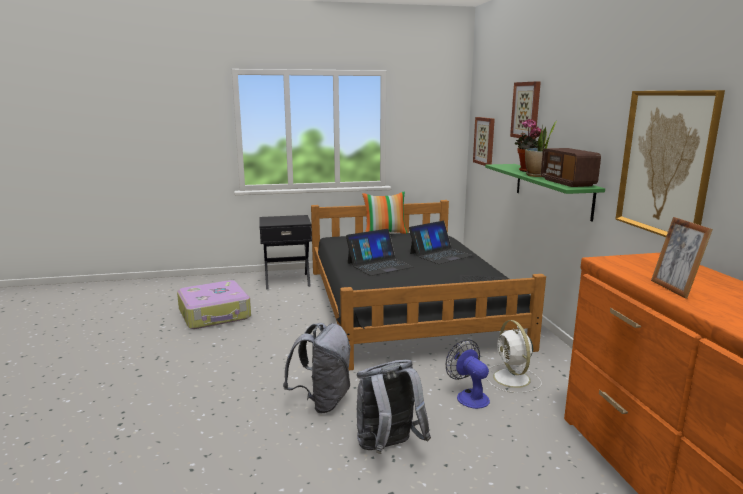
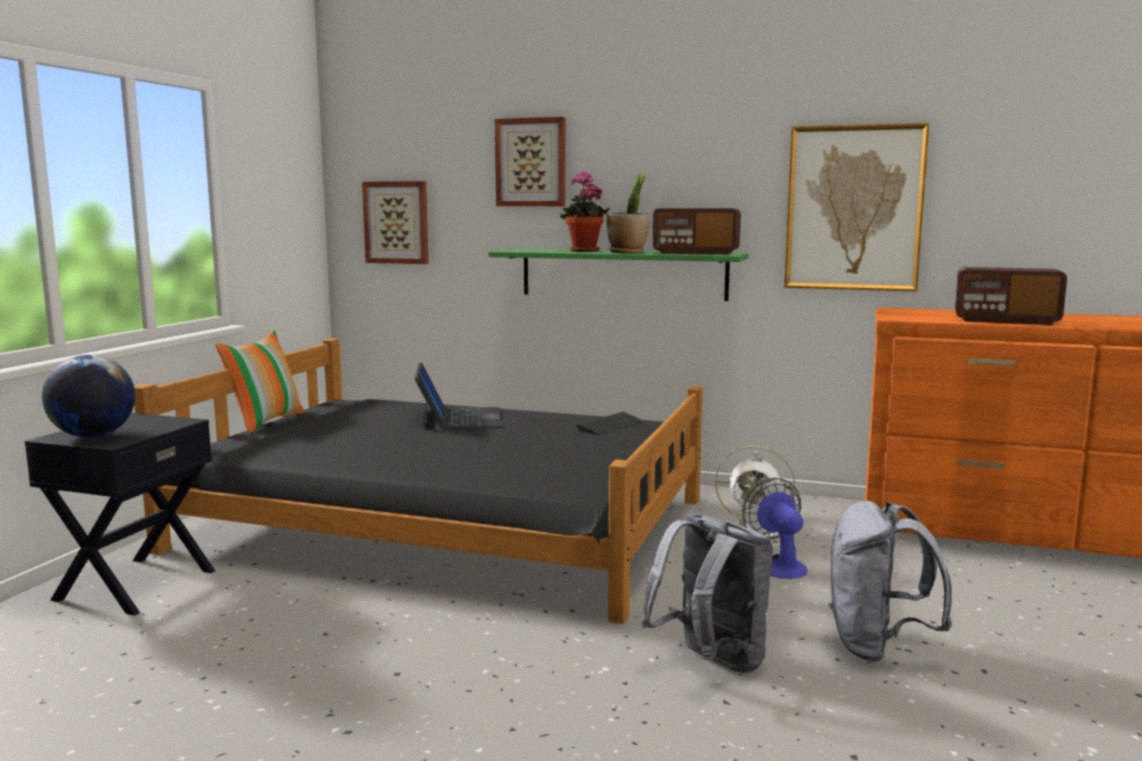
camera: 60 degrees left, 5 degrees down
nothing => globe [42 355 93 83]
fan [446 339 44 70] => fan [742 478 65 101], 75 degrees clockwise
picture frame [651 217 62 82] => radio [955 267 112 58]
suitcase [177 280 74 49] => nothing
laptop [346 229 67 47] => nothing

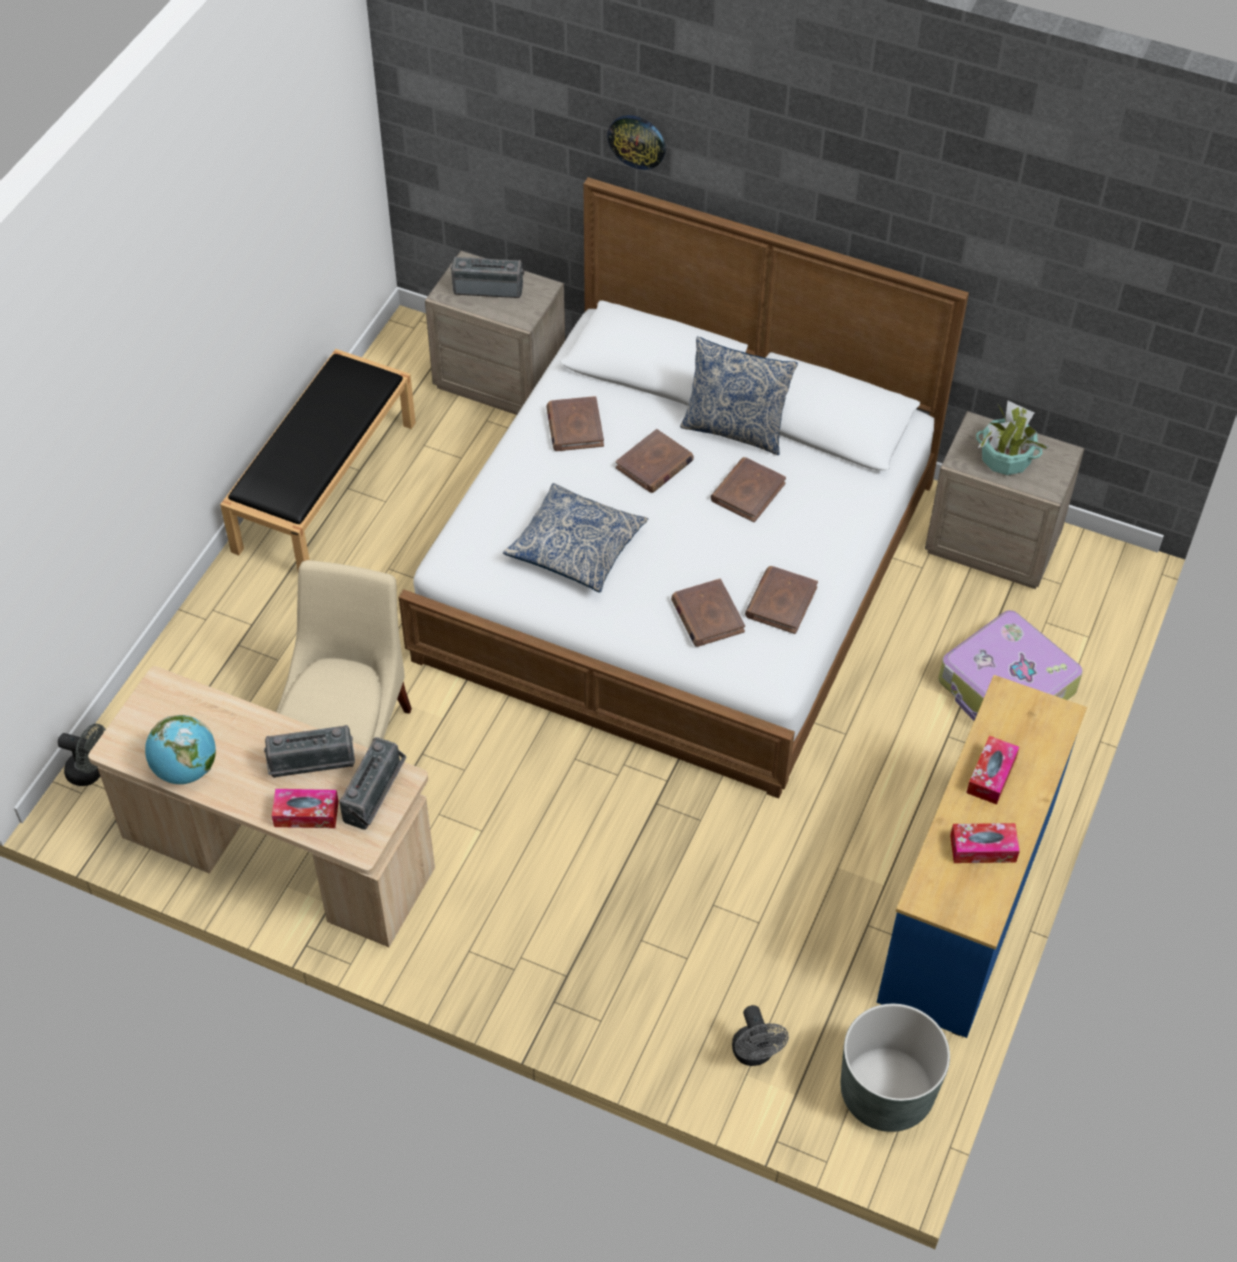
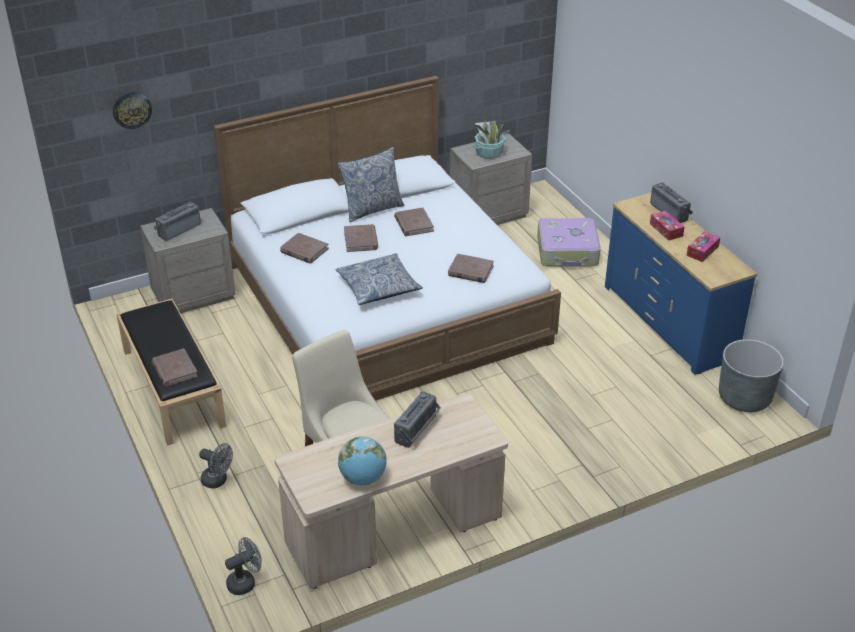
camera: 50 degrees left, 15 degrees down
wall clock [607 115 59 55] => wall clock [113 92 39 37], move
brown book [745 566 73 68] => brown book [152 348 46 39], move
grey fan [732 1005 57 61] => grey fan [199 443 34 45], move
radio [339 737 68 93] => radio [650 182 43 41], move
tissue box [272 789 67 39] => nothing

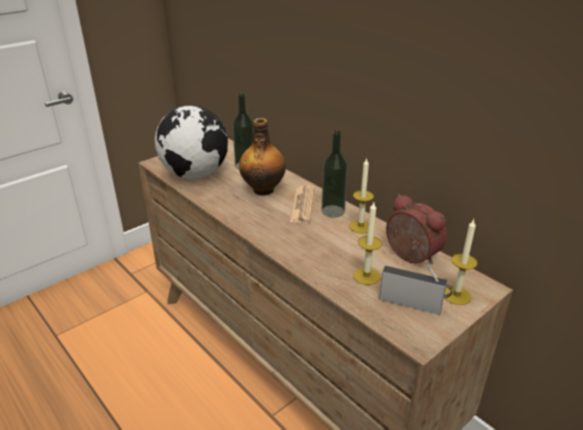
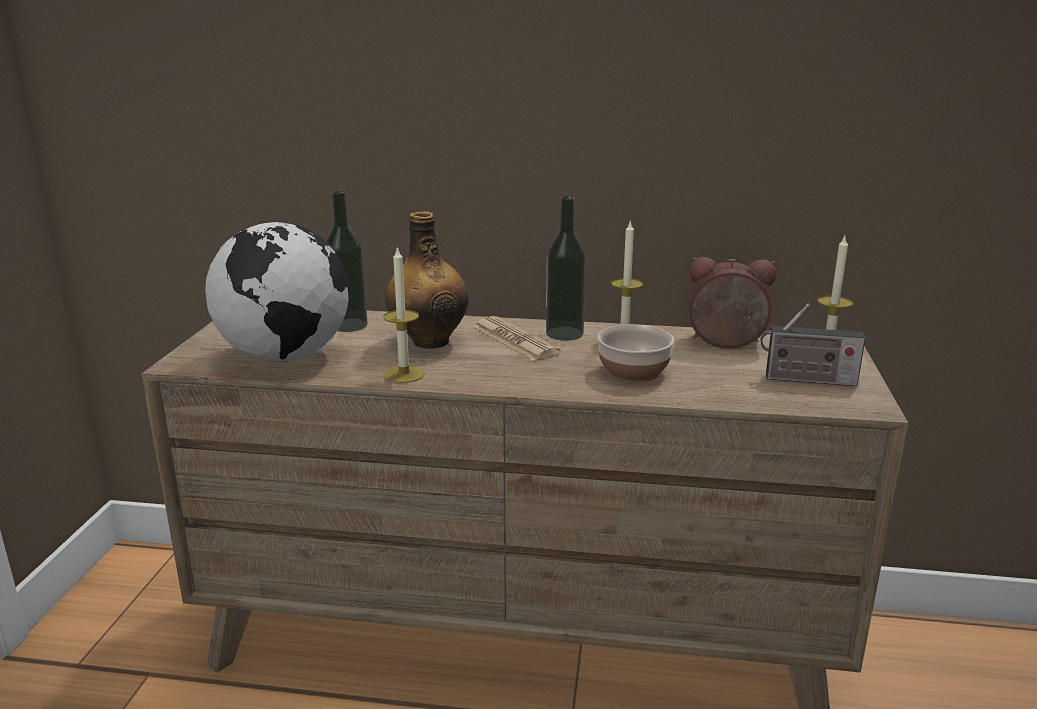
camera: 40 degrees left, 10 degrees down
candle [353 202 29 83] => candle [383 247 42 136], move
nothing => bowl [597 324 77 58]
radio [379 261 74 54] => radio [761 304 104 82], 150 degrees counterclockwise

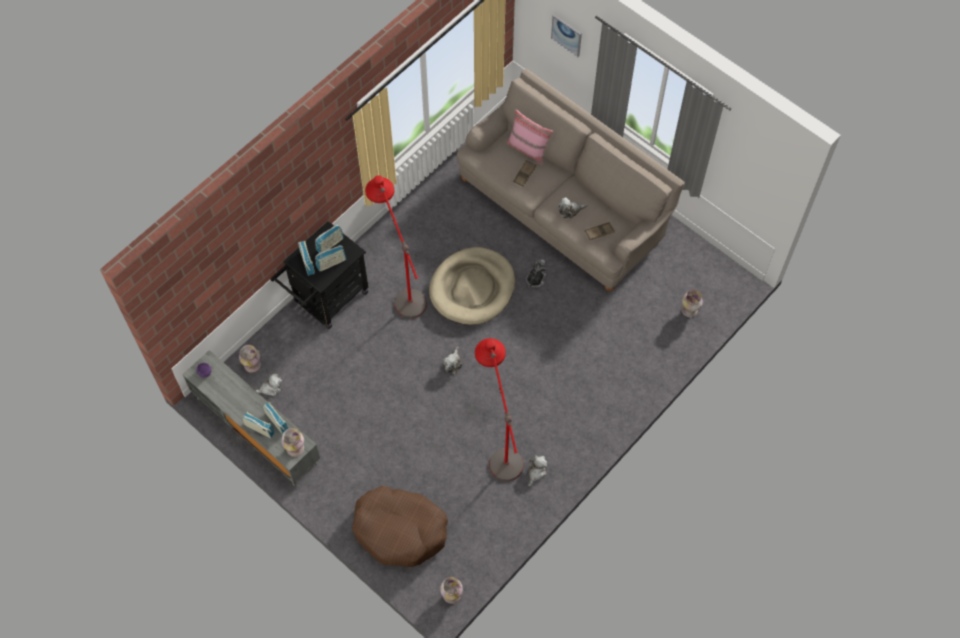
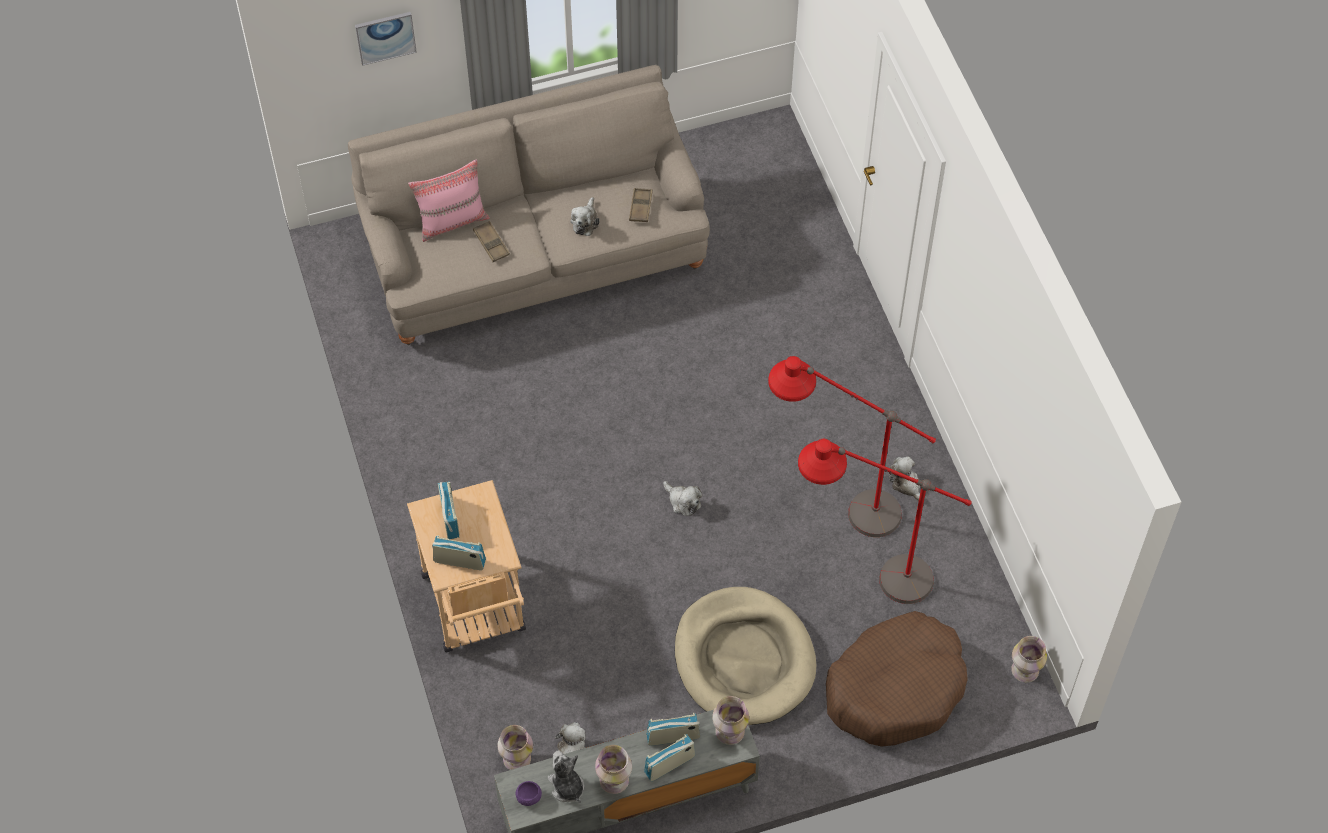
camera: 60 degrees left, 5 degrees down
black cart [270 221 98 108] => beige cart [407 480 119 172]
plush toy [526 260 20 27] => plush toy [548 751 36 52], move
vase [682 289 21 28] => vase [595 745 37 49], move
beige dog bed [429 247 86 78] => beige dog bed [675 587 141 138], move
red floor lamp [365 175 62 144] => red floor lamp [798 439 174 165], move
radio [315 245 32 26] => nothing

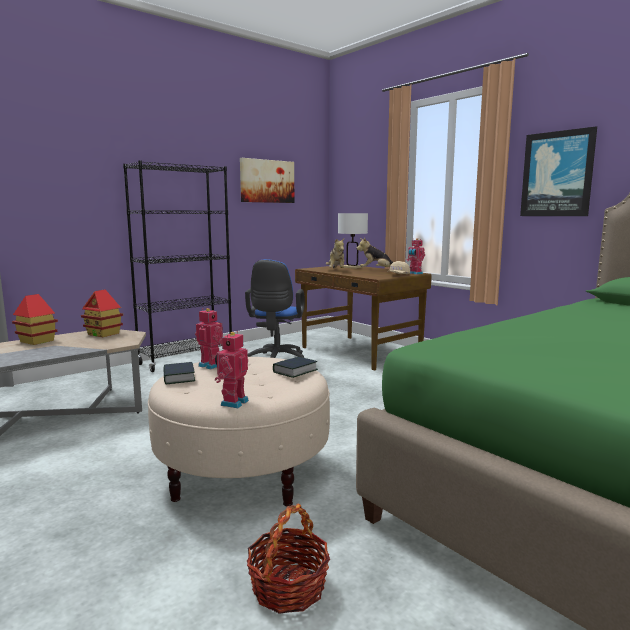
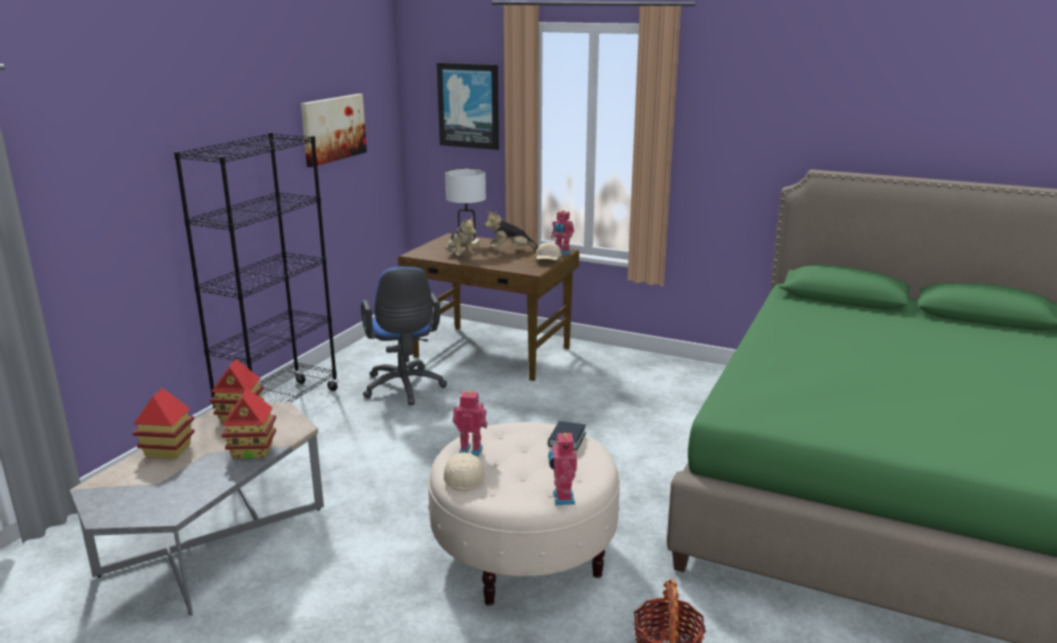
camera: 25 degrees left, 10 degrees up
nothing => toy house [221 388 55 71]
picture [520 126 77 90] => picture [437 63 62 87], move
book [163 362 32 22] => beige cap [444 452 41 39]

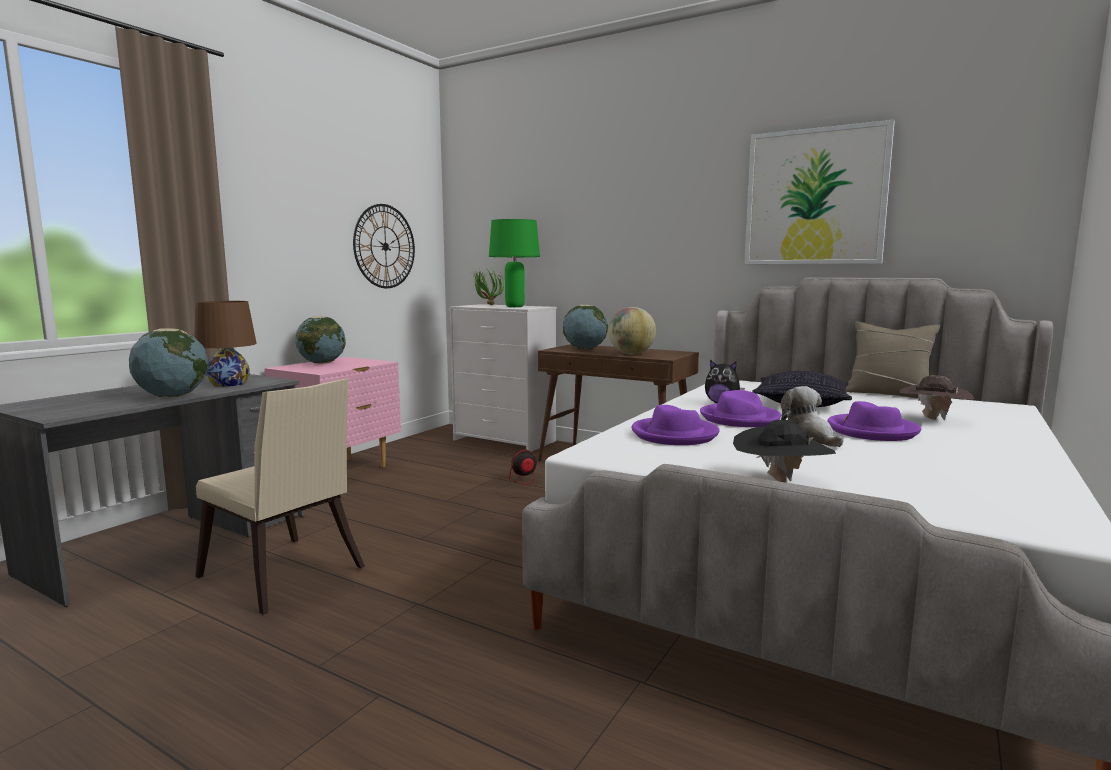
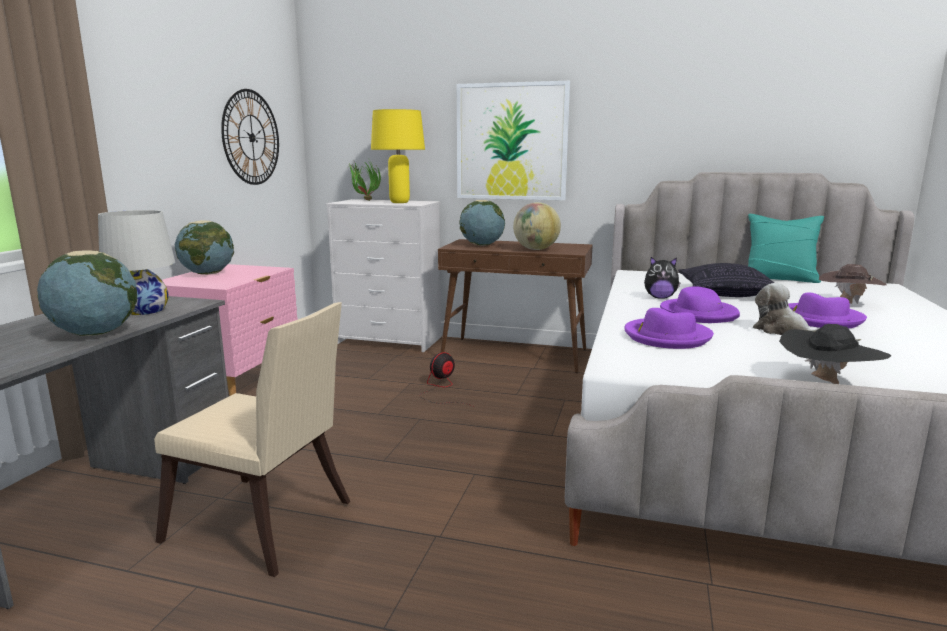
camera: 15 degrees left, 5 degrees up
brown table lamp [194 301 63 86] => white table lamp [98 210 77 105]
green table lamp [489 219 51 88] => yellow table lamp [371 109 54 94]
picture [744 120 151 144] => picture [457 81 113 119], move
beige pillow [845 322 95 76] => turquoise pillow [748 214 76 69]

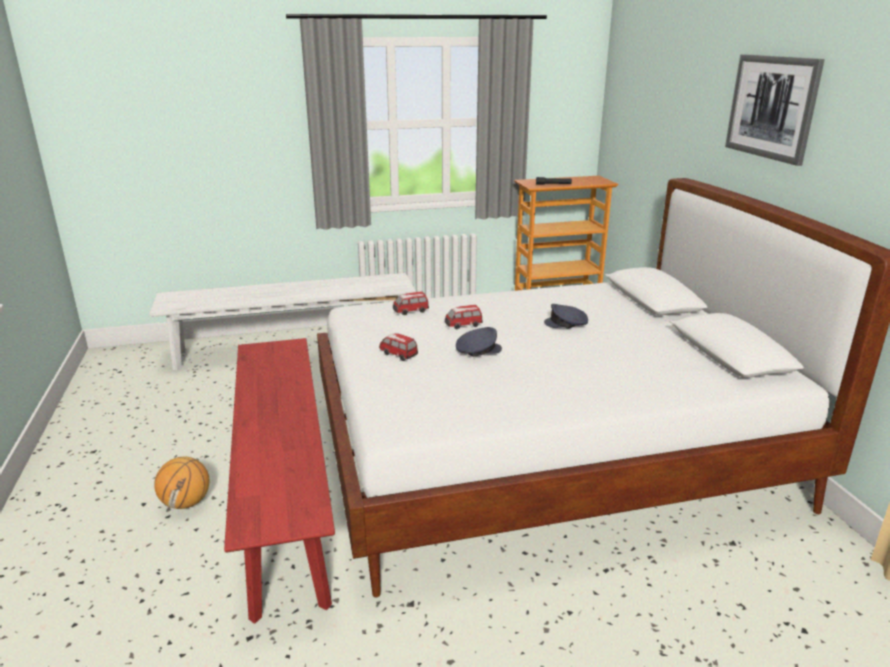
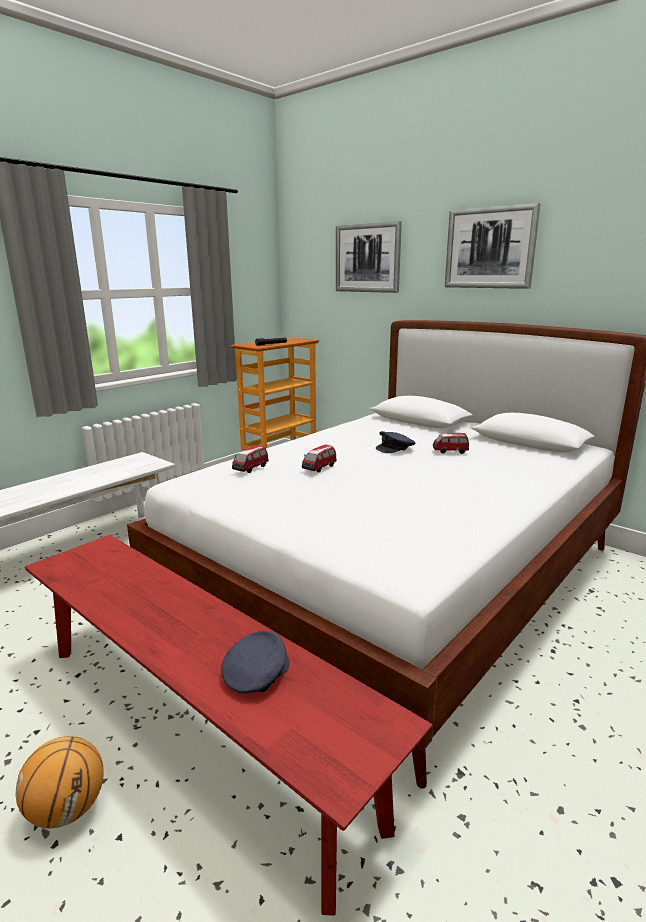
camera: 35 degrees left, 5 degrees down
grey cap [456 327 46 30] => grey cap [221 631 69 62], move
nothing => picture [336 221 66 72]
toy car [379 333 39 28] => toy car [433 433 36 21], move

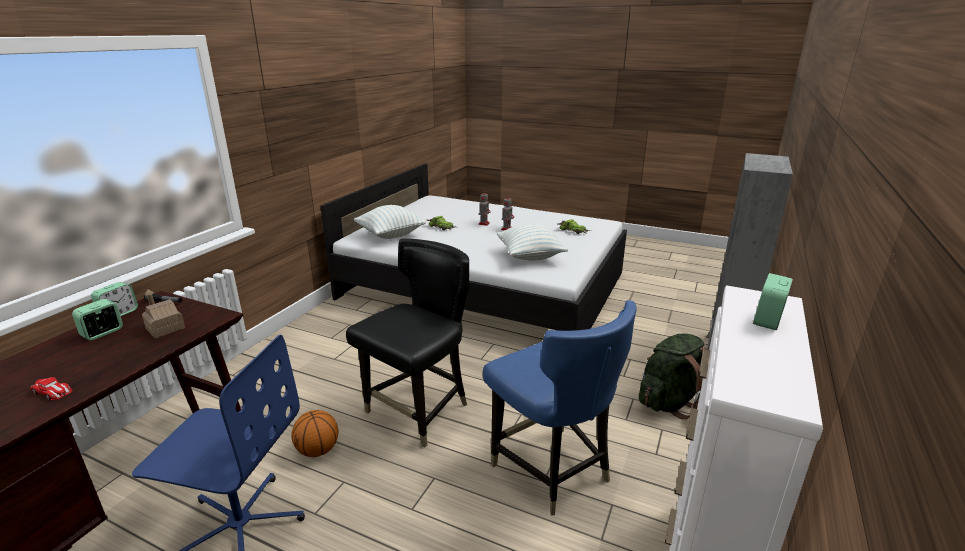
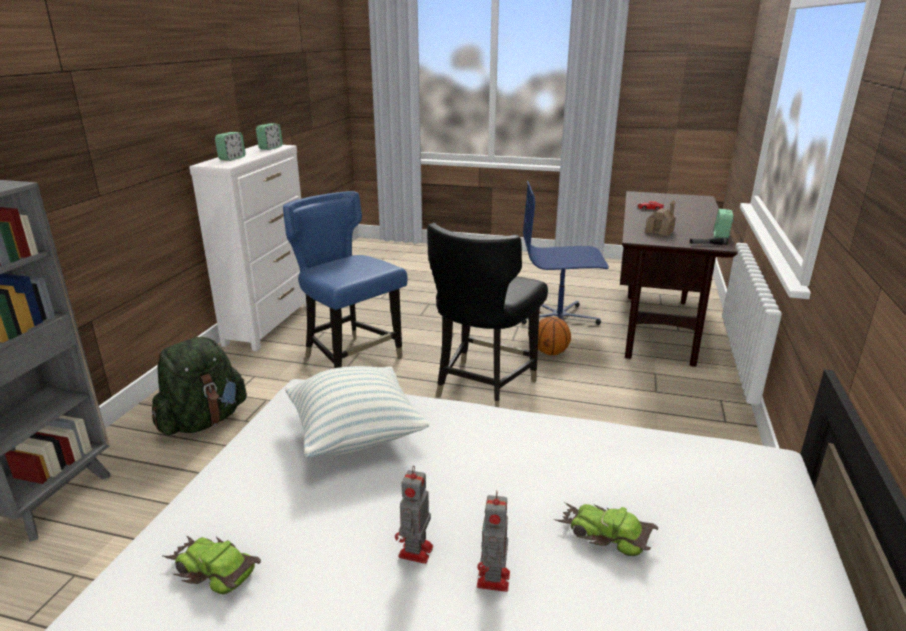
camera: 170 degrees right, 0 degrees up
alarm clock [72 299 51 42] => alarm clock [256 124 27 26], move
pillow [354 205 72 34] => nothing

